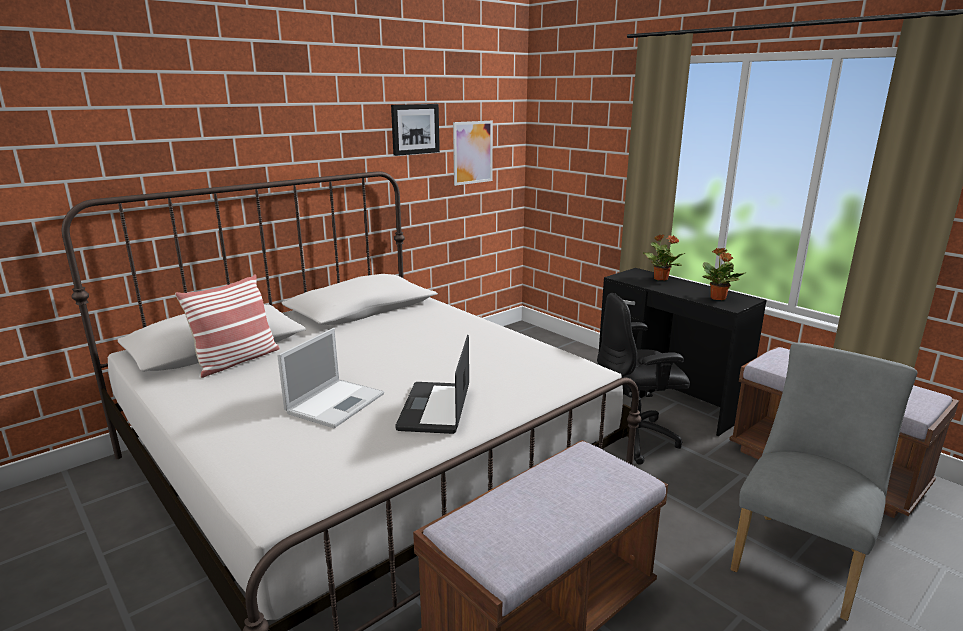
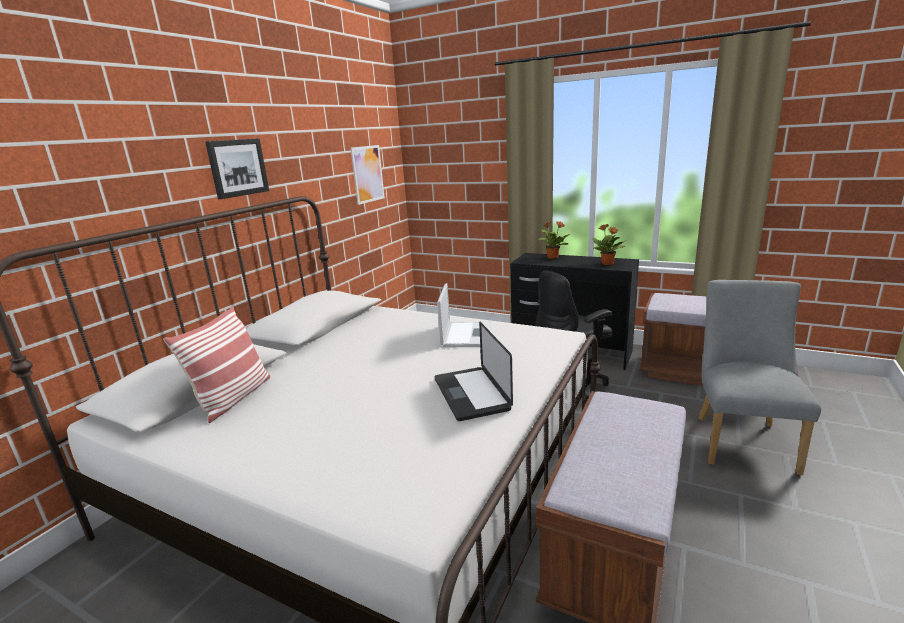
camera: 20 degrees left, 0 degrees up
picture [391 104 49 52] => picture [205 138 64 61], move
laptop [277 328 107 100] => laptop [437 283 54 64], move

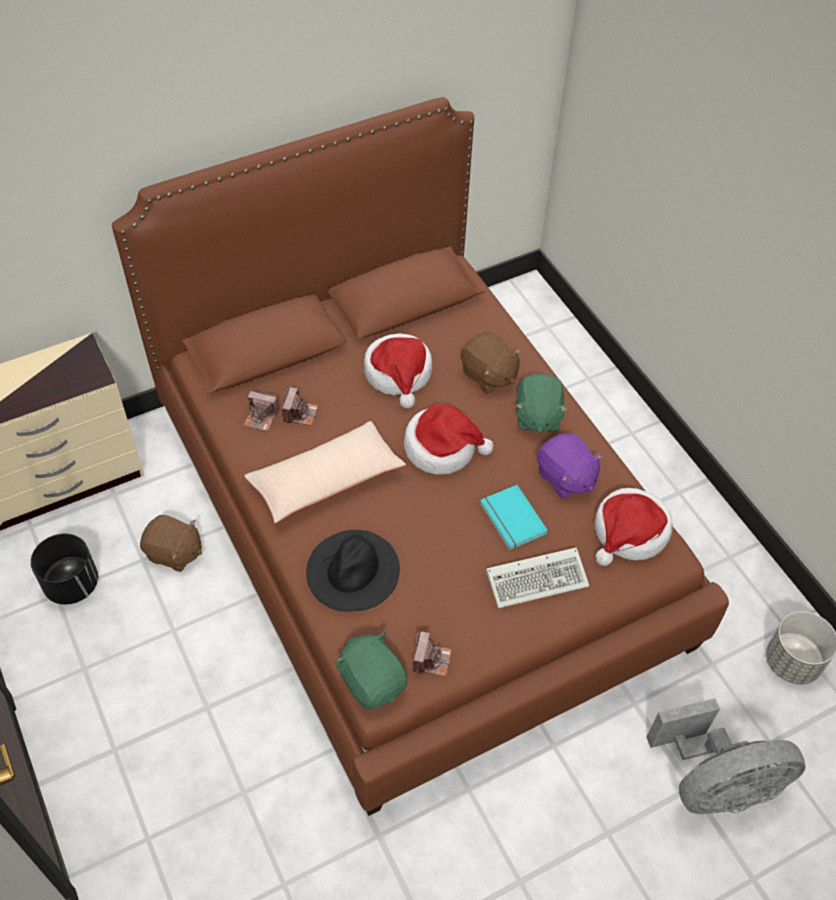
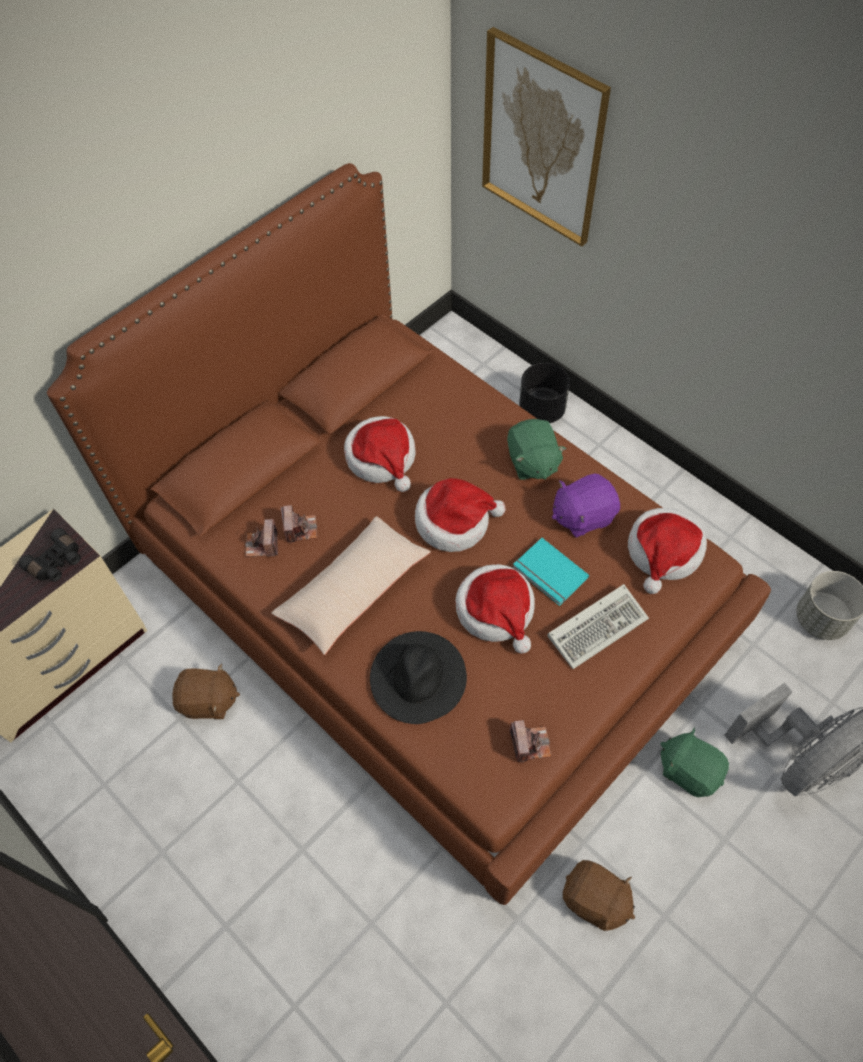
camera: 15 degrees left, 5 degrees up
nothing => black binoculars [19 528 62 54]
photo camera [243 391 36 40] => photo camera [245 519 33 38], 90 degrees clockwise
nothing => hat [455 564 80 90]
nothing => picture [482 27 129 220]
black planter [31 534 67 71] => black planter [519 363 51 60], move
purple plush toy [537 433 67 65] => purple plush toy [552 474 68 64], 120 degrees clockwise
brown plush toy [461 332 61 62] => brown plush toy [563 860 72 71], move
green plush toy [334 631 74 78] => green plush toy [661 727 68 70], move

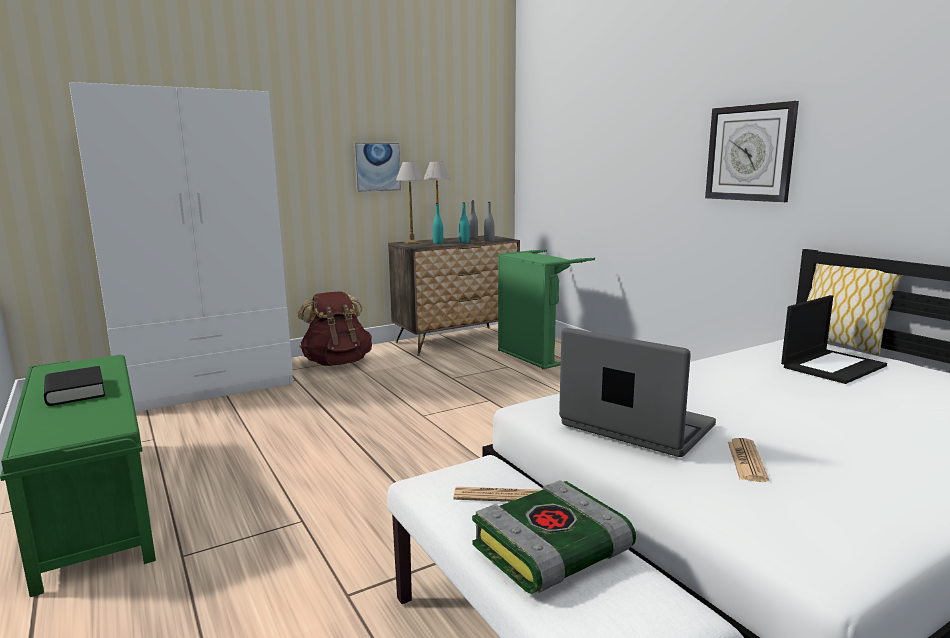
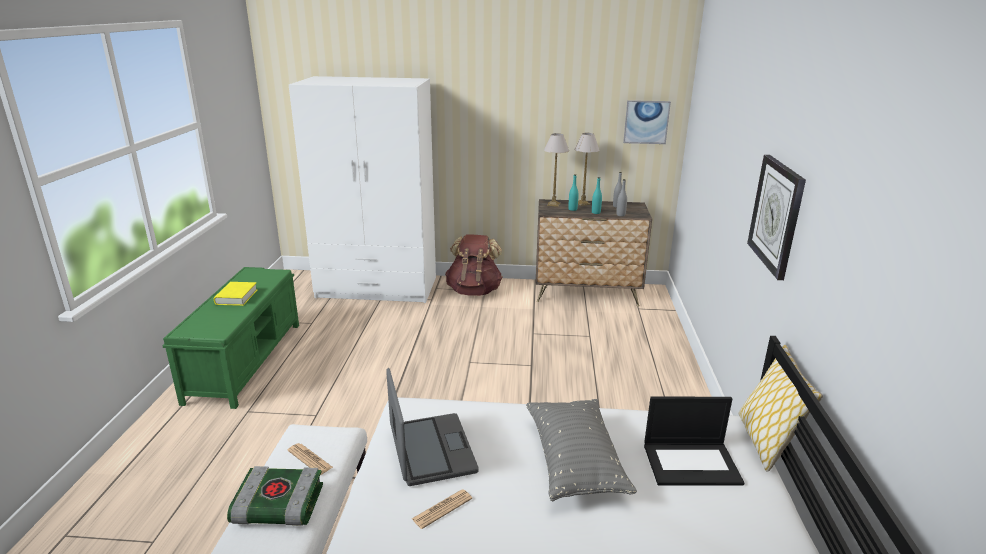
camera: 35 degrees right, 10 degrees up
black book [44 366 61 40] => yellow book [214 282 44 24]
nothing => grey pillow [526 399 111 102]
picture [354 143 47 49] => picture [623 100 48 44], move
green laundry basket [498 249 97 120] => nothing

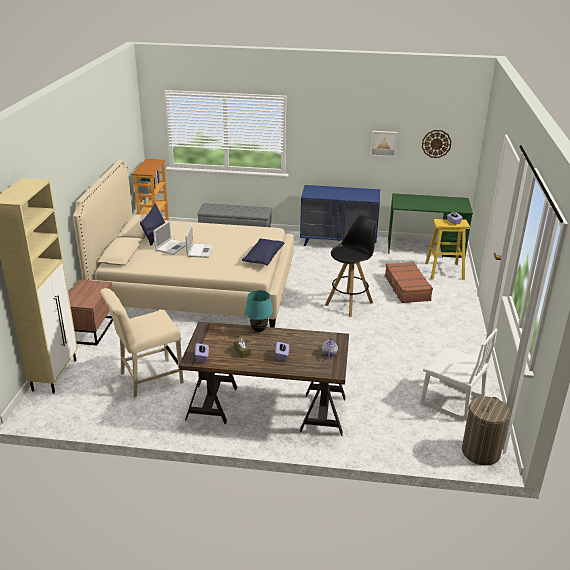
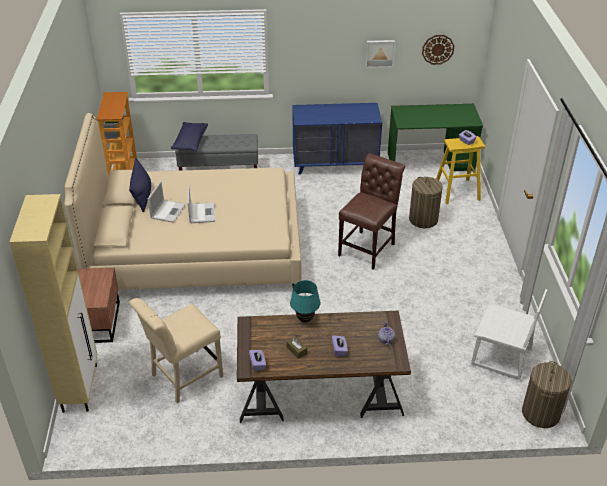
camera: 10 degrees left, 10 degrees up
blue pillow [242 238 43 28] => blue pillow [171 122 37 29], move
black stool [325 215 51 102] => brown chair [338 154 67 116]
brown suitcase [384 262 49 41] => laundry basket [409 177 34 51]

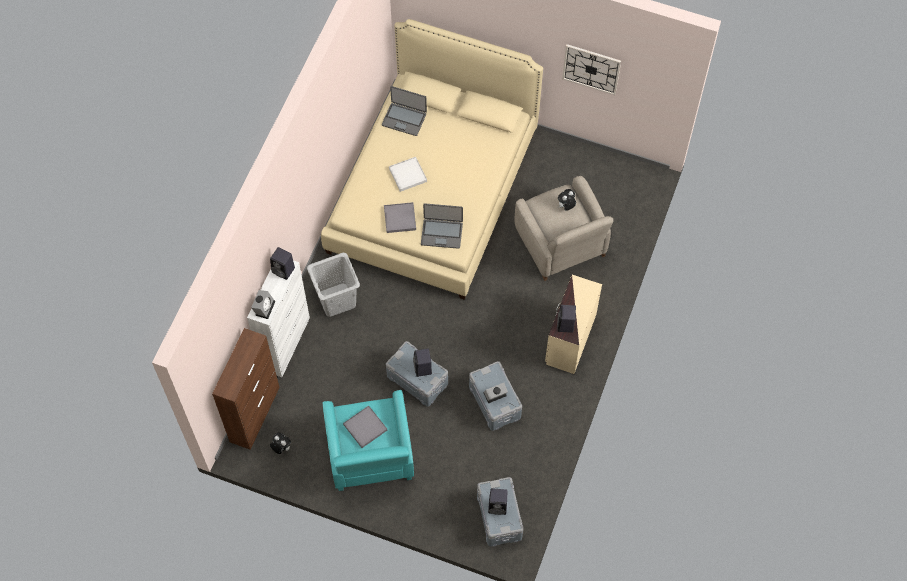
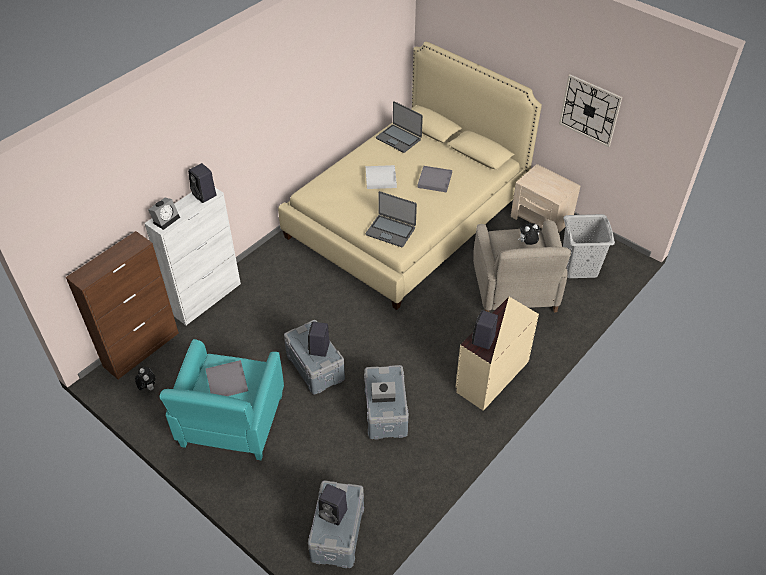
camera: 20 degrees right, 15 degrees down
grey tray [384 202 32 31] => grey tray [417 166 35 26], move
nothing => beige nightstand [511 164 69 69]
grey laundry basket [307 253 53 64] => grey laundry basket [563 214 52 64], move

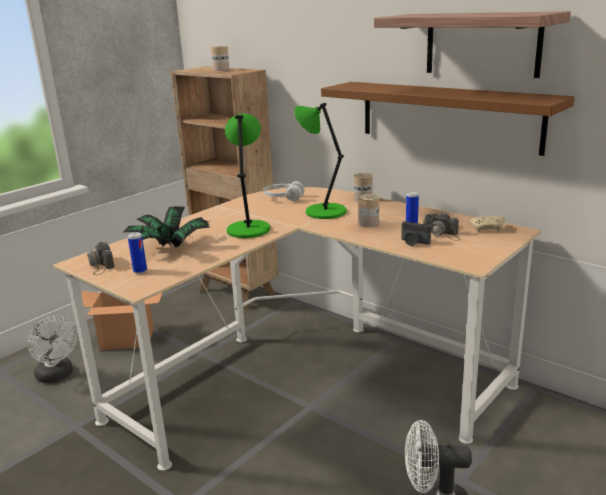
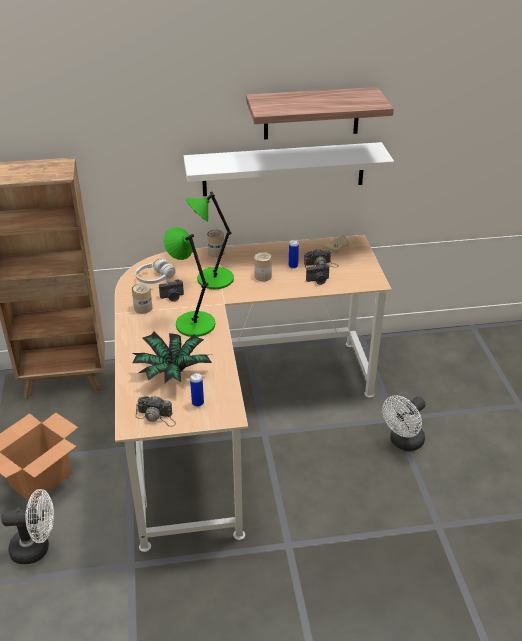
camera: 50 degrees left, 15 degrees up
can [211 46 19 25] => can [132 283 20 31], move
nothing => photo camera [159 279 25 23]
brown shelf [321 82 254 74] => white shelf [184 142 210 54]

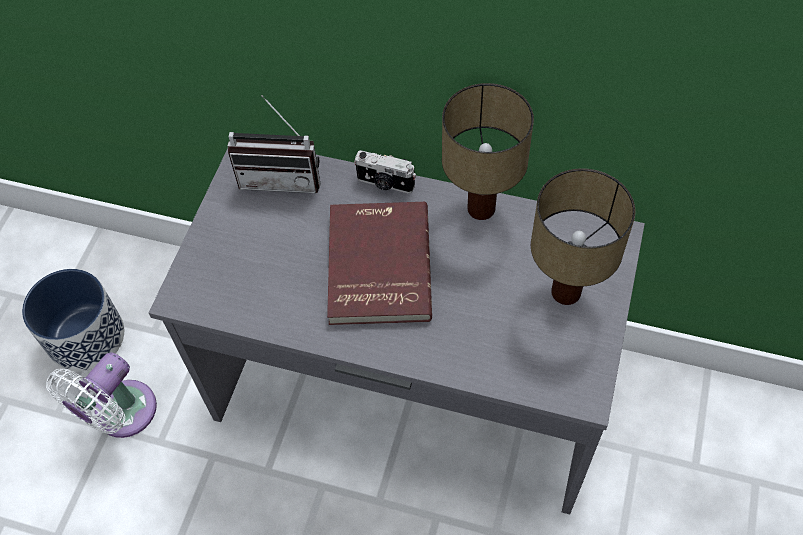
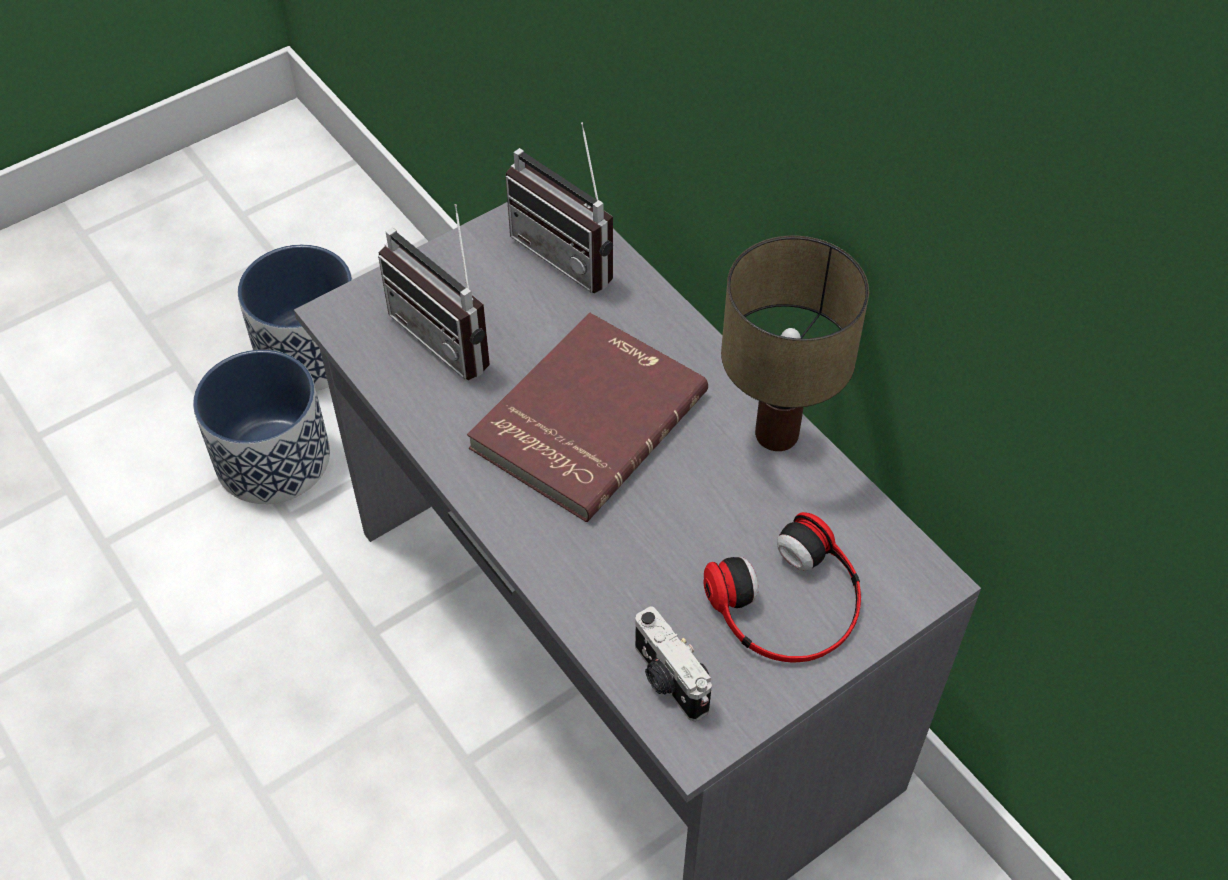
camera: 35 degrees right, 5 degrees down
white fan [46 352 111 86] => planter [193 350 137 154]
nothing => radio [378 204 112 176]
photo camera [354 150 62 44] => photo camera [635 606 77 115], move
table lamp [531 168 104 137] => headphones [704 512 157 151]

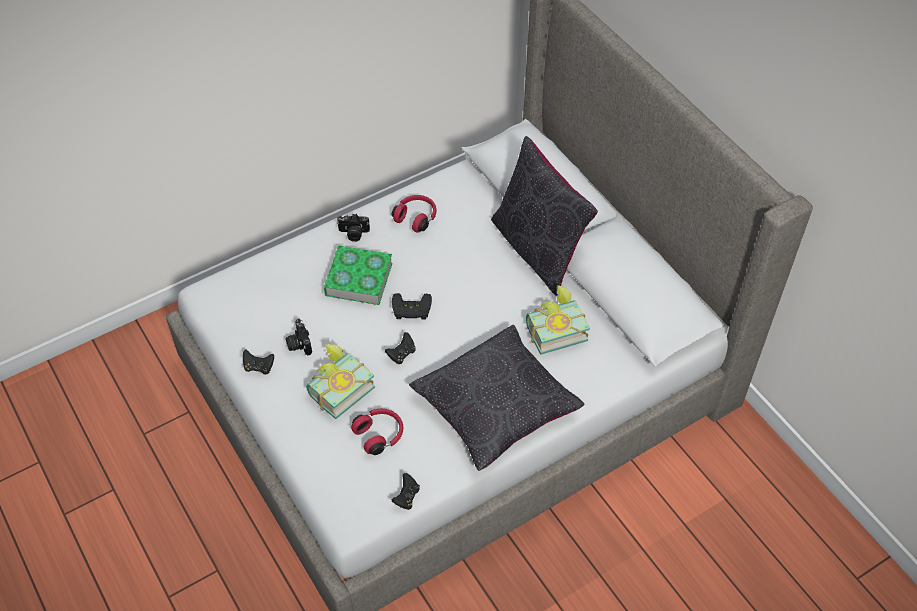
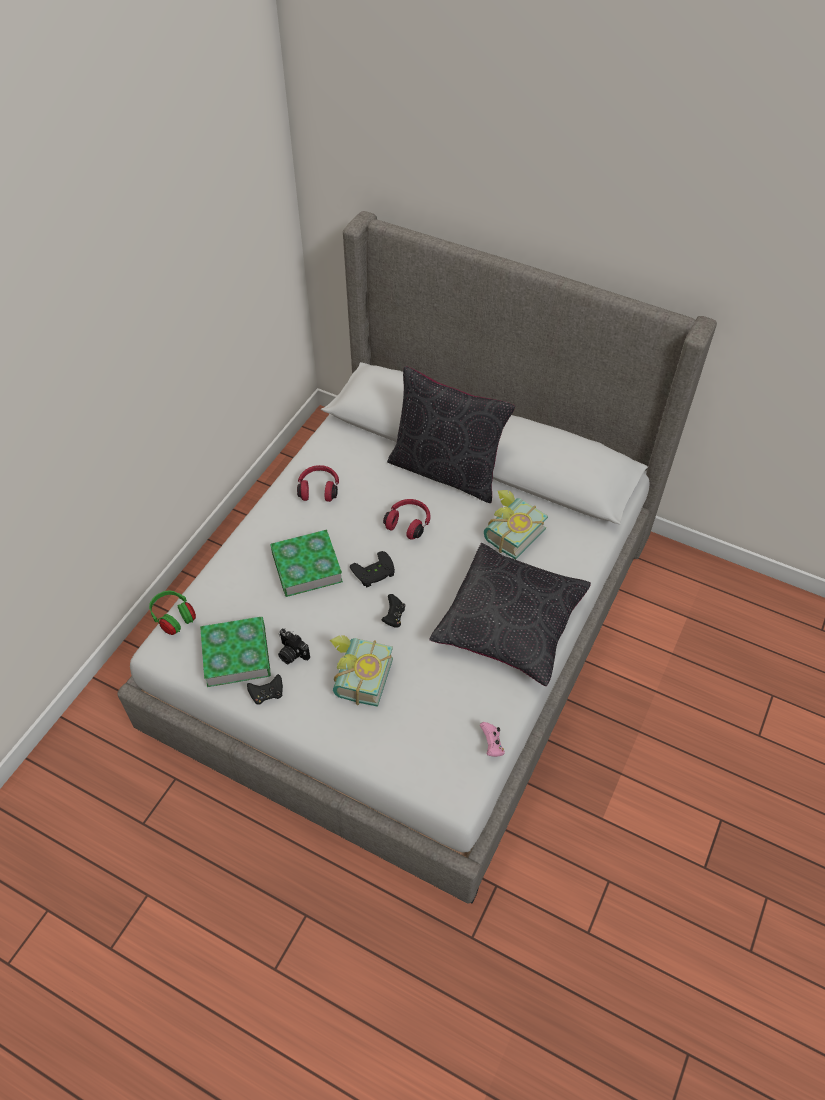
camera: 30 degrees left, 0 degrees up
nothing => green headphones [149 590 47 45]
nothing => book [200 617 71 70]
red headphones [351 409 52 46] => red headphones [383 499 47 41], move
black game controller [392 473 28 37] => pink game controller [480 722 25 35]
photo camera [337 214 33 28] => nothing

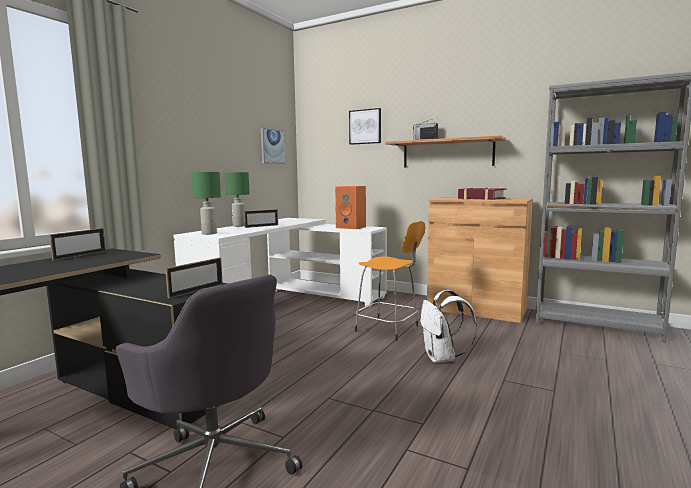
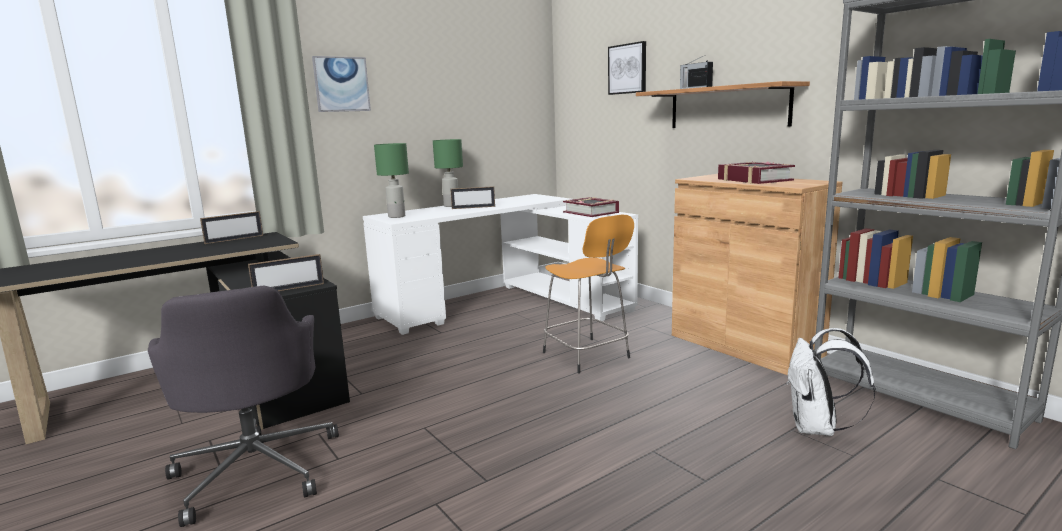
camera: 25 degrees right, 5 degrees up
picture [261 128 24 36] => picture [312 56 59 56], move
orange speaker [335 186 31 43] => book [563 197 56 20]
white backpack [420 290 57 73] => white backpack [788 328 88 108], move

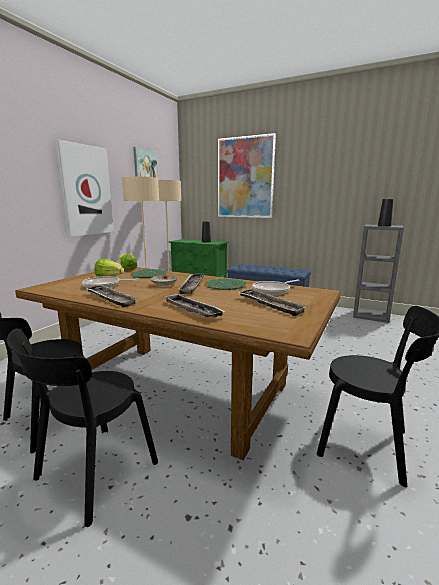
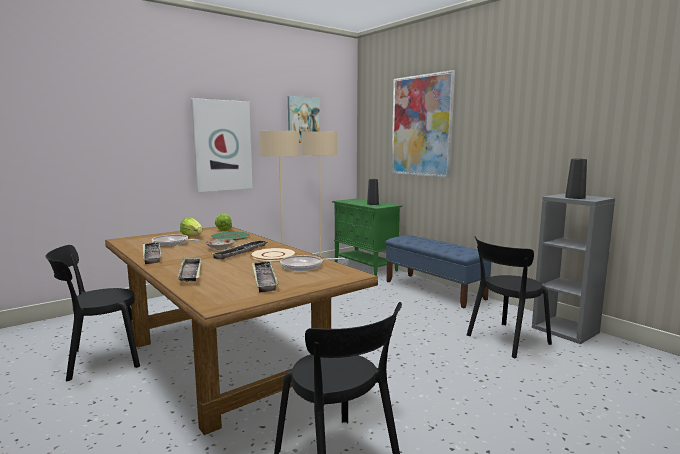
camera: 25 degrees right, 5 degrees down
green plate [205 278 42 12] => beige plate [250 248 46 13]
black chair [7 329 151 198] => black chair [467 236 85 122], move

